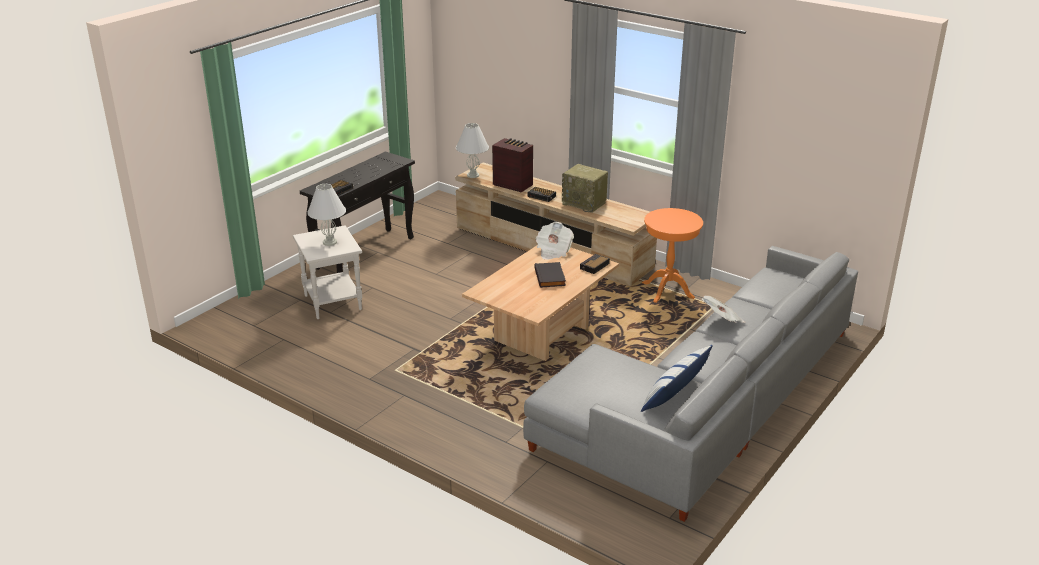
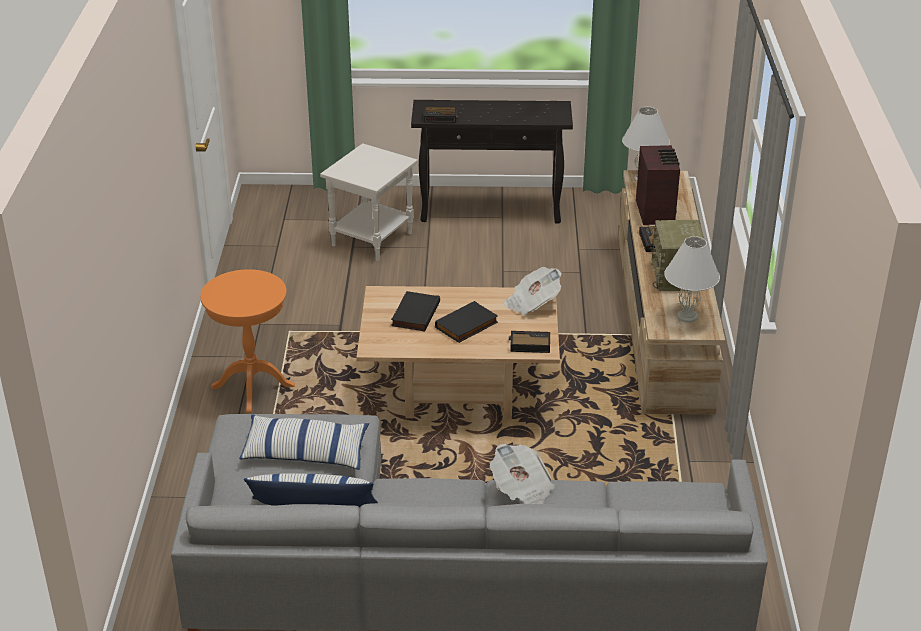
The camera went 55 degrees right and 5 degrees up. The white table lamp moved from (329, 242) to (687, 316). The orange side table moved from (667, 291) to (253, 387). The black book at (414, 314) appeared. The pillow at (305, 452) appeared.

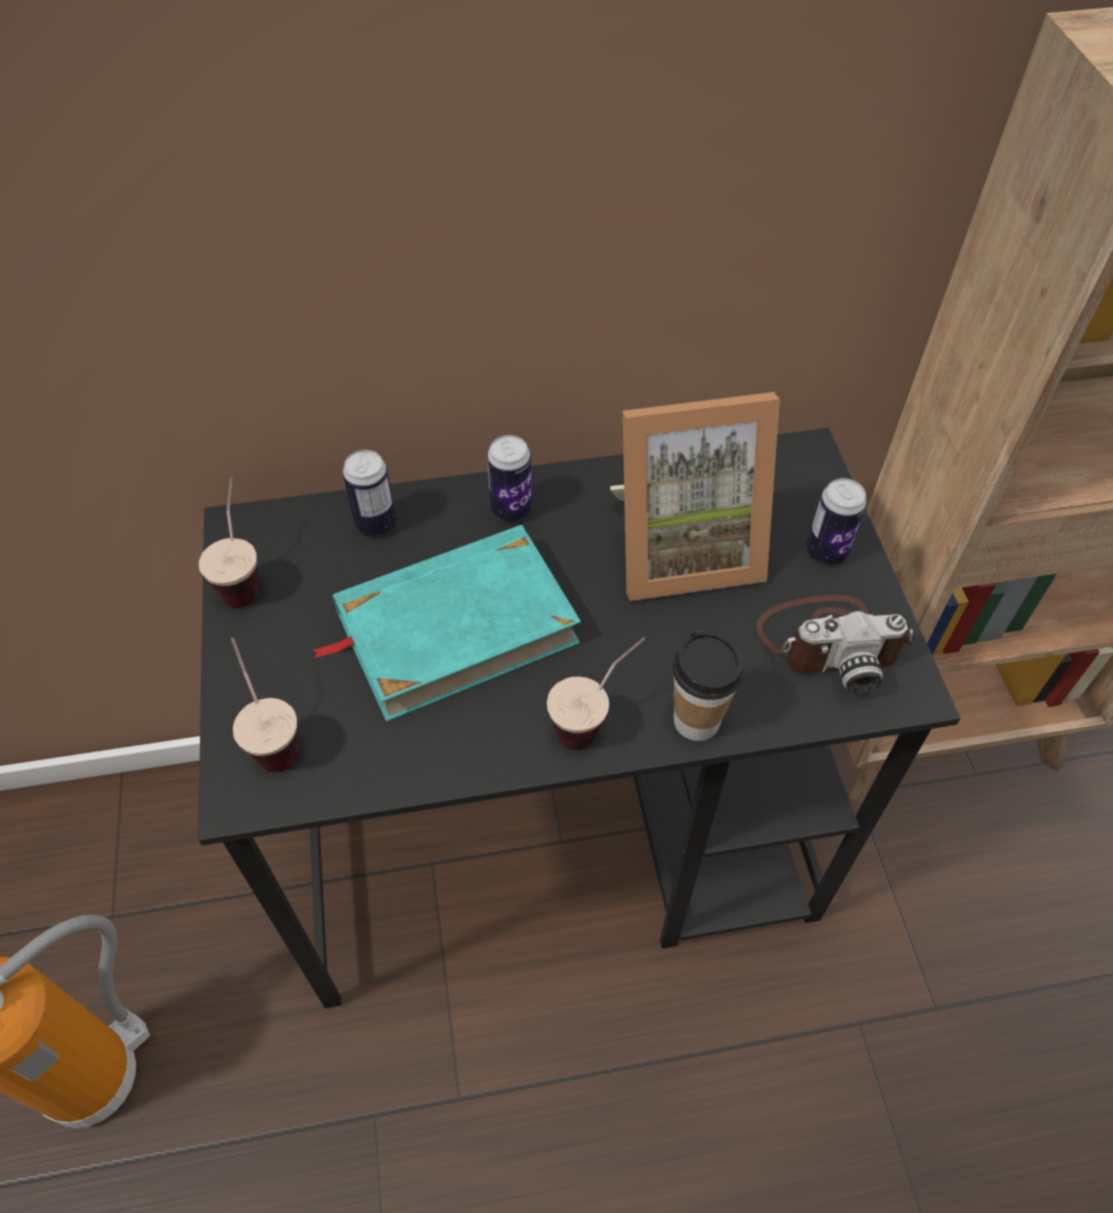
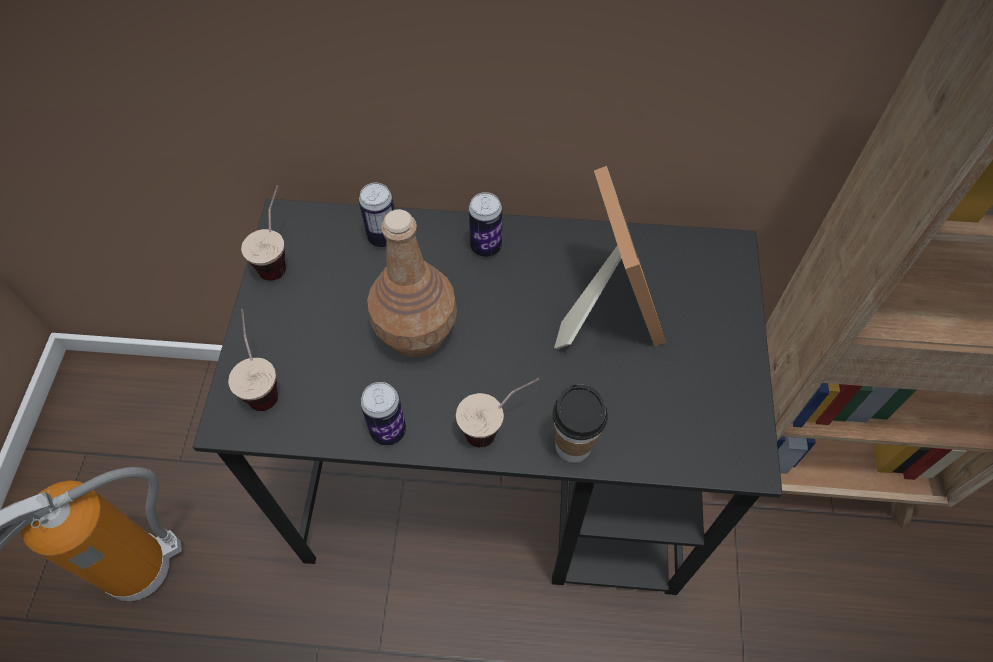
The camera went 15 degrees right and 5 degrees up. The picture frame at (682, 548) turned 105 degrees counterclockwise. The can moved from (826, 552) to (388, 430). The turquoise book at (455, 628) was replaced by the brown bottle at (416, 331). The photo camera at (830, 642) disappeared.

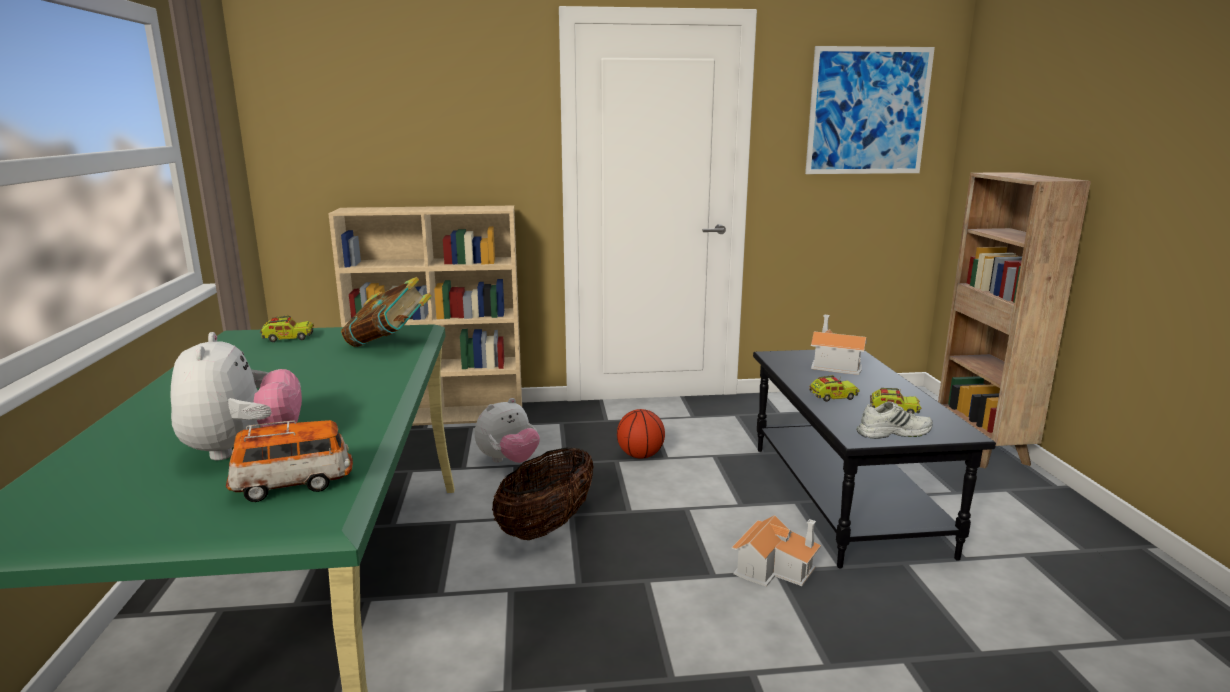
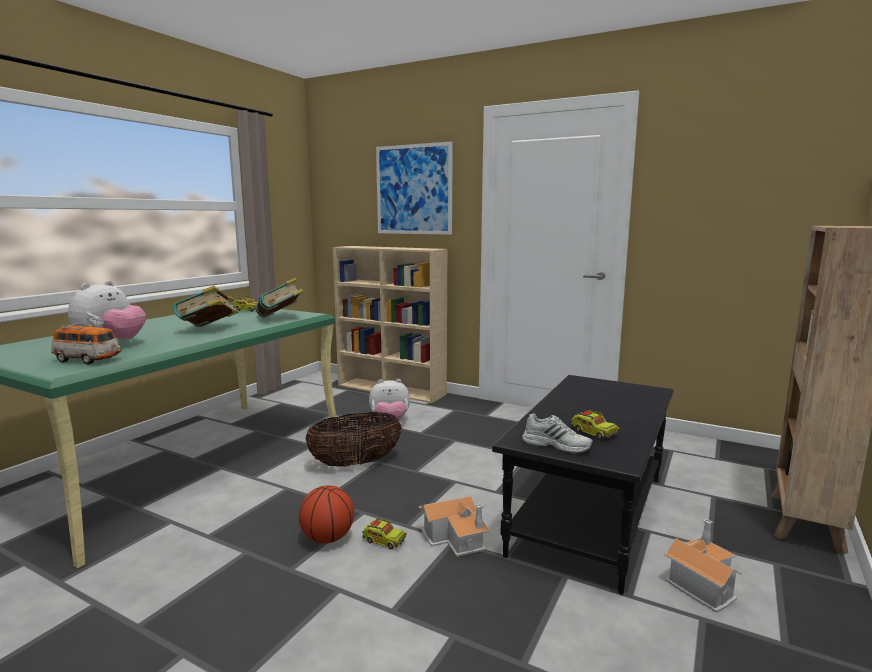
The camera went 35 degrees right and 5 degrees down. The picture moved from (868, 111) to (413, 189). The toy house moved from (833, 364) to (701, 582). The toy truck moved from (833, 397) to (384, 541). The basketball moved from (640, 456) to (327, 538). The book at (208, 330) appeared.

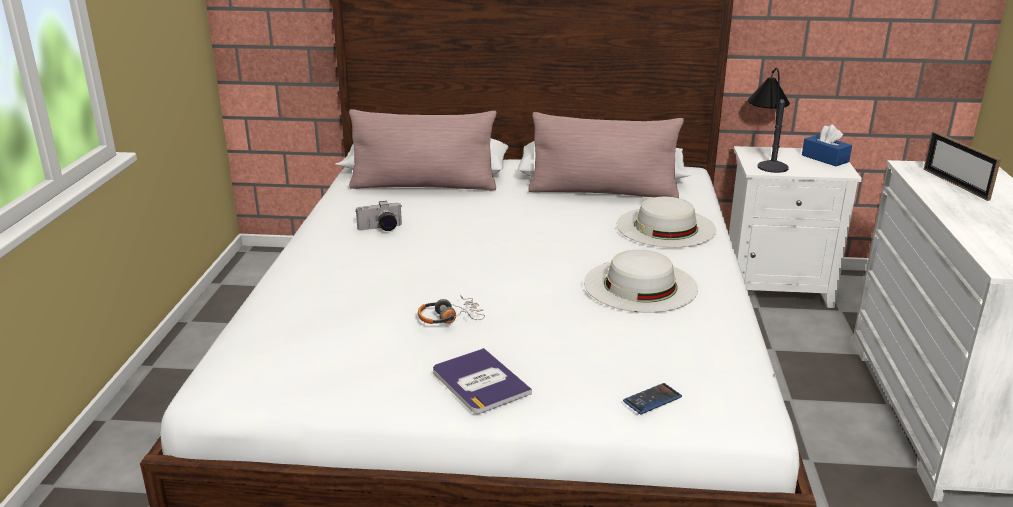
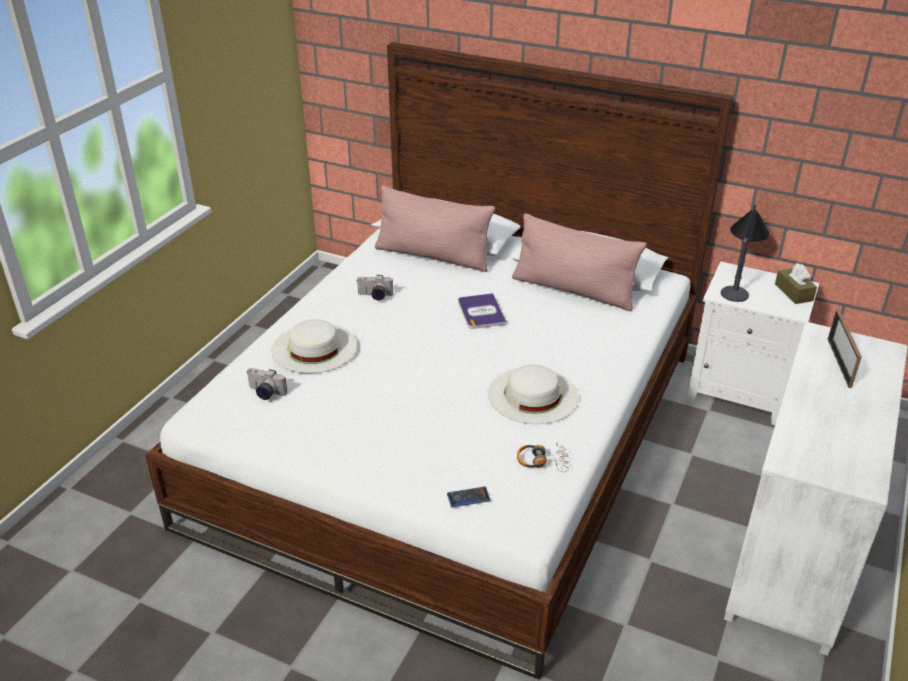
The camera went 20 degrees right and 10 degrees up. The blue tissue box at (825, 158) became the brown tissue box at (793, 292). The white hat moved from (665, 227) to (314, 348). The headphones moved from (450, 318) to (542, 461). The book moved from (480, 382) to (481, 312). The photo camera at (265, 393) appeared.

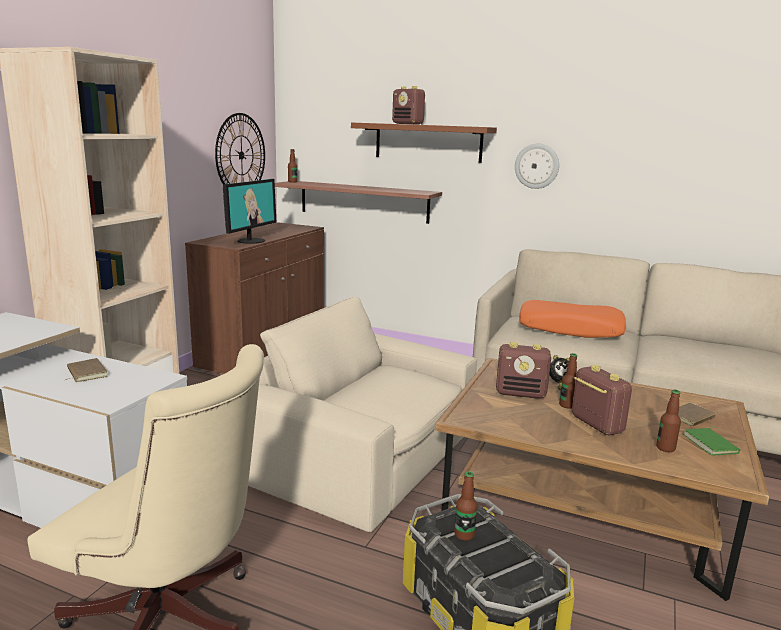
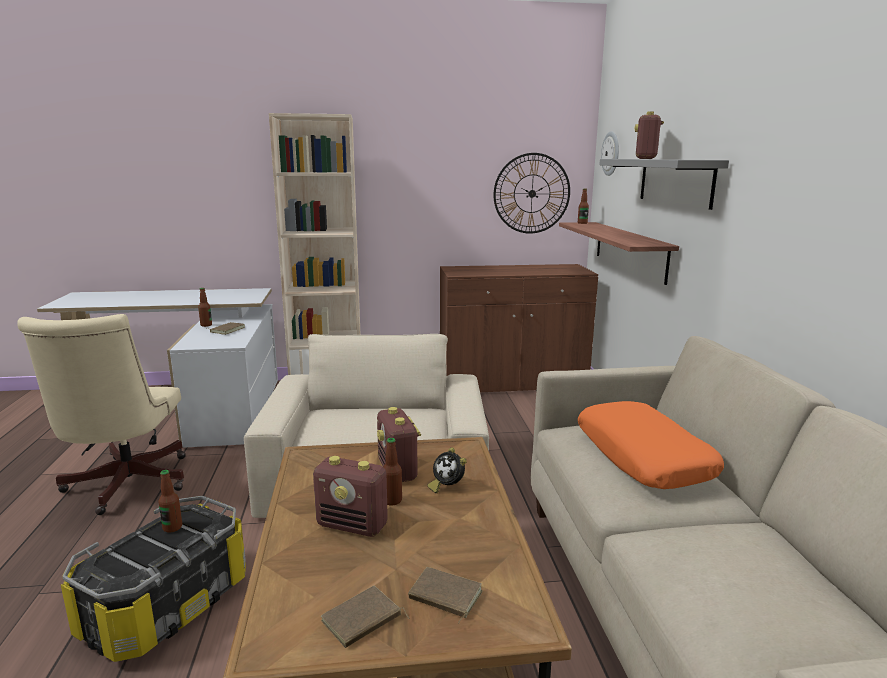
The camera went 60 degrees right and 0 degrees up. The brown shelf at (428, 142) became the grey shelf at (675, 181). The wall clock moved from (536, 166) to (611, 153). The monitor at (251, 241) disappeared. The radio at (596, 424) turned 75 degrees clockwise. The bottle moved from (665, 448) to (206, 325). The green book at (712, 444) became the brown book at (362, 621).

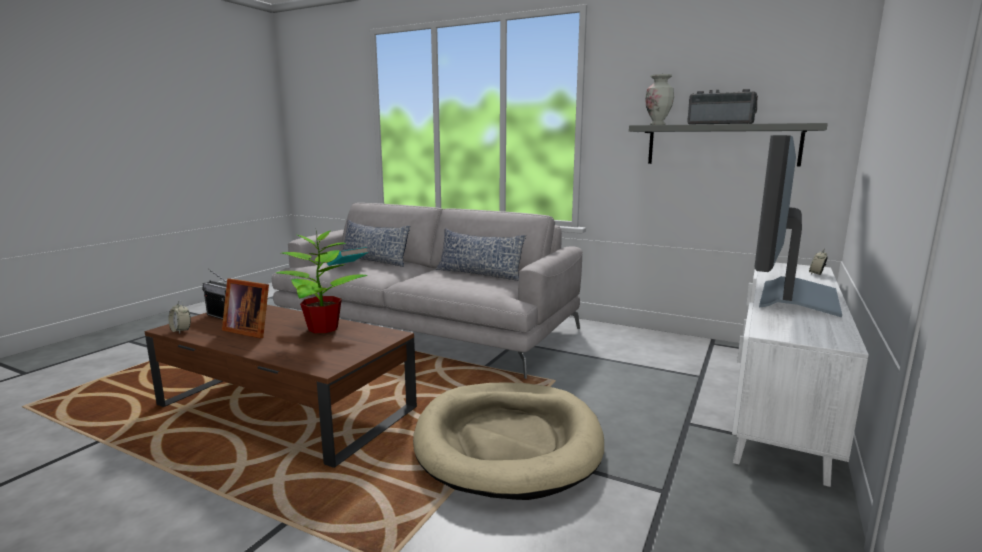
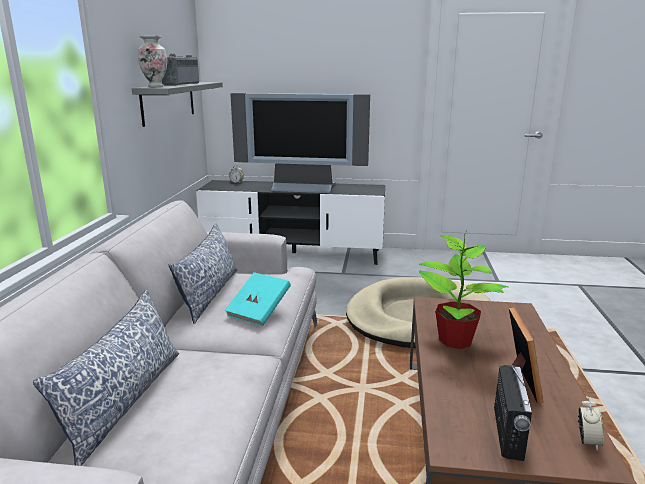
The camera went 110 degrees left and 5 degrees up. The turquoise book moved from (347, 266) to (259, 312). The white tv stand at (779, 400) became the black tv stand at (293, 253).

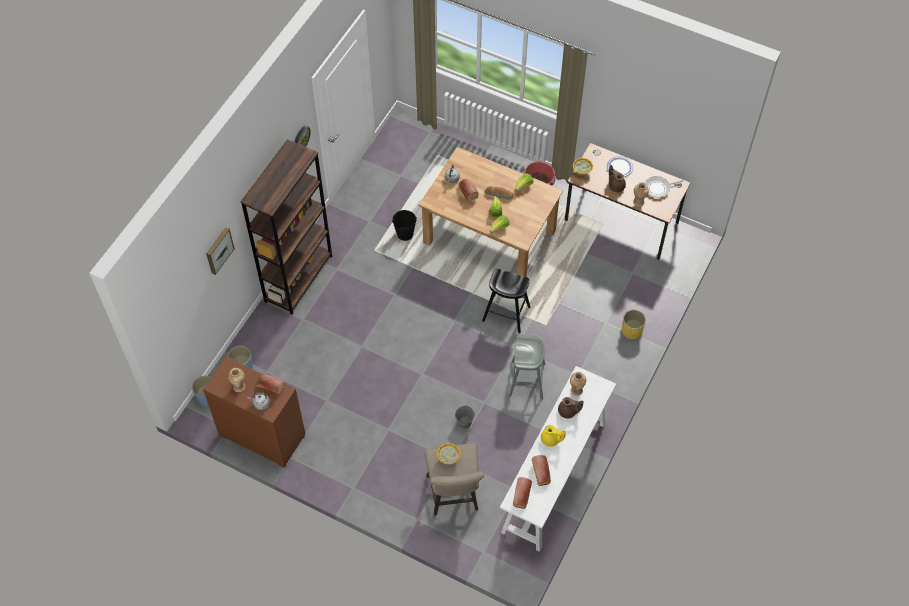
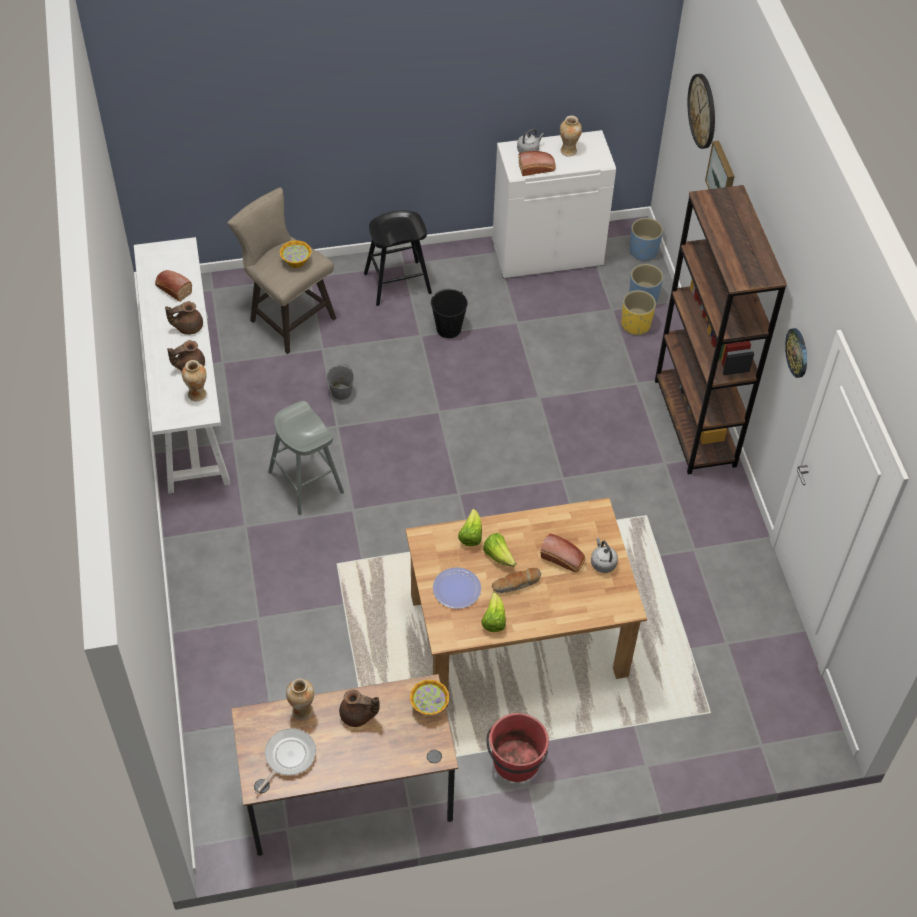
The camera went 140 degrees right and 5 degrees down. The plate moved from (619, 167) to (457, 589). The black bucket moved from (405, 234) to (449, 329). The black stool moved from (506, 314) to (397, 283). The yellow planter moved from (631, 331) to (636, 324). The brown cabinet at (261, 435) became the white cabinet at (547, 252). The yellow teapot at (551, 439) became the brown teapot at (188, 327). The bread at (521, 496) disappeared. The wall clock at (703, 111) appeared.

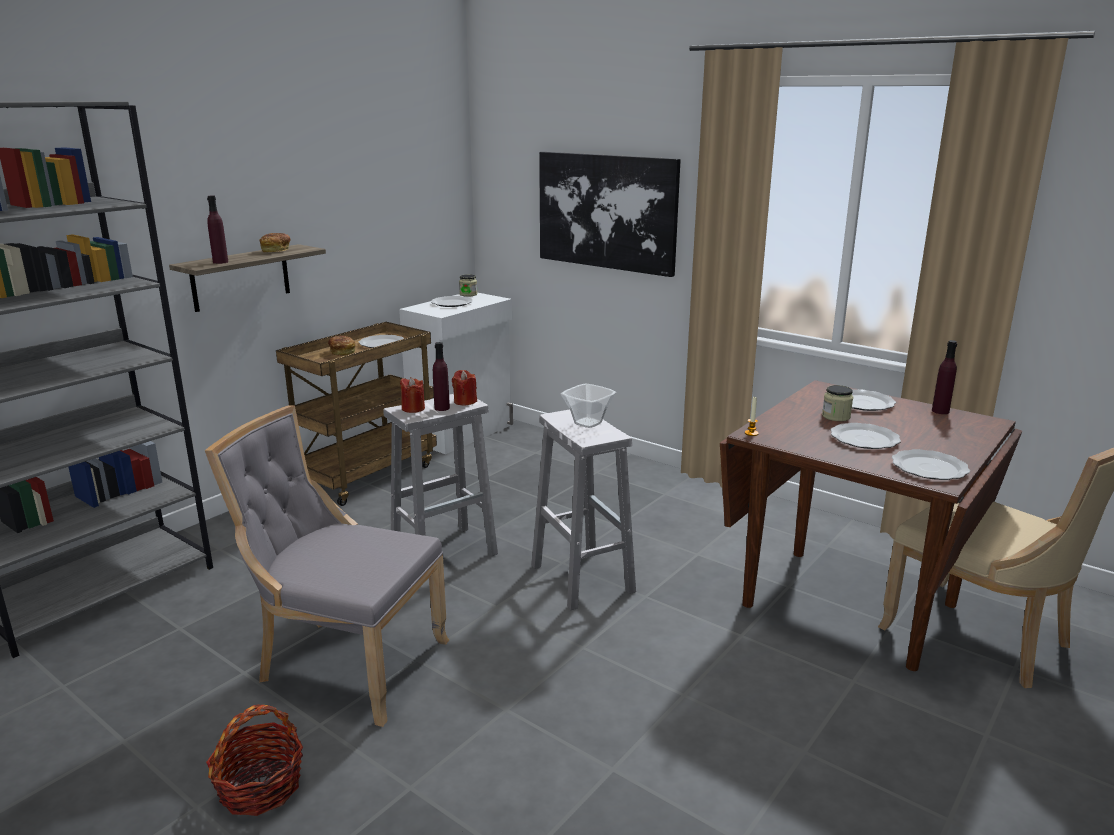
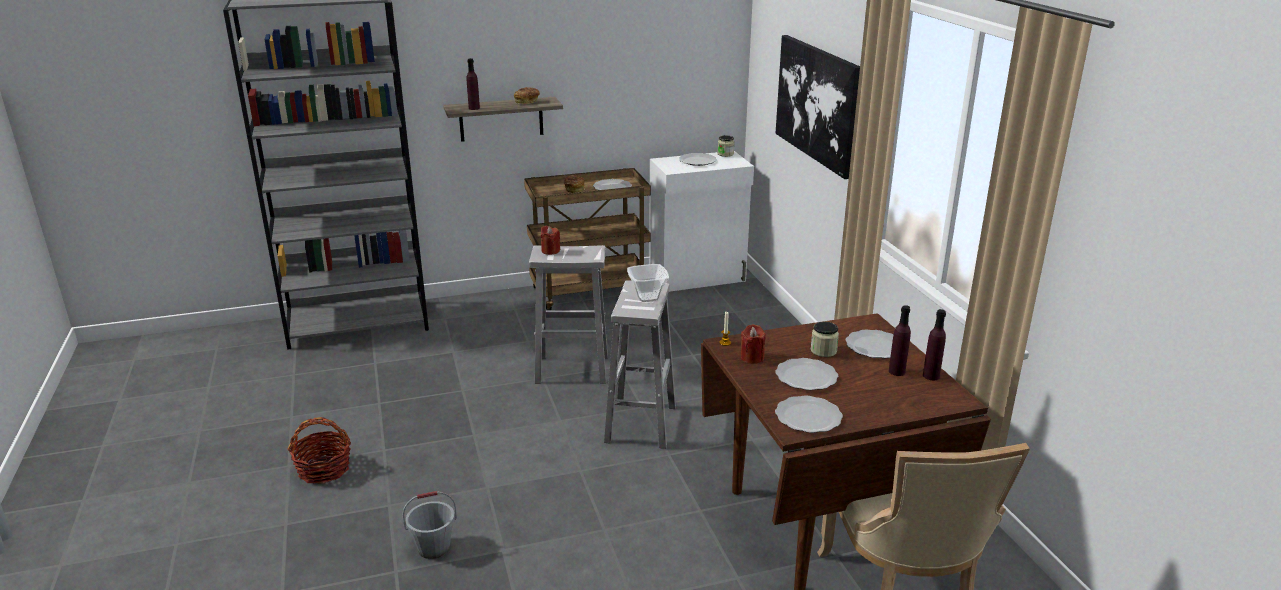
The camera went 35 degrees right and 5 degrees up. The purple bottle moved from (442, 408) to (896, 371). The red candle moved from (465, 401) to (752, 358). The grey chair at (346, 663) disappeared. The grey bucket at (434, 547) appeared.

